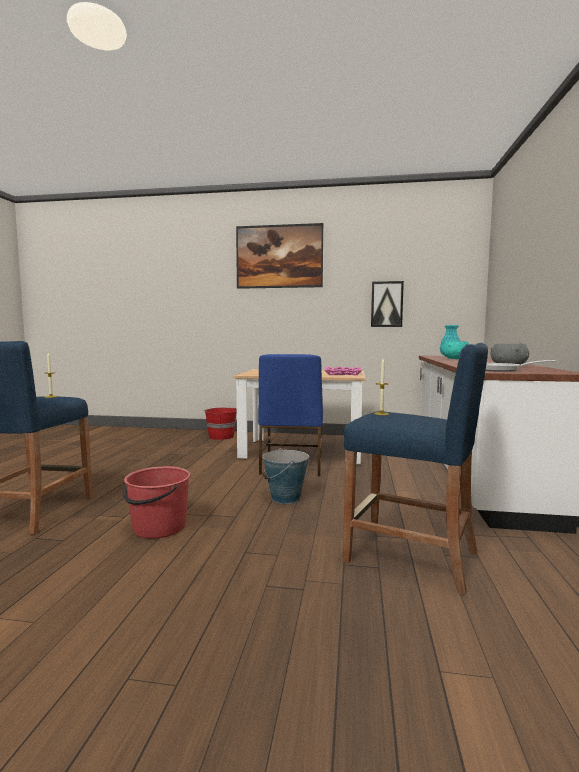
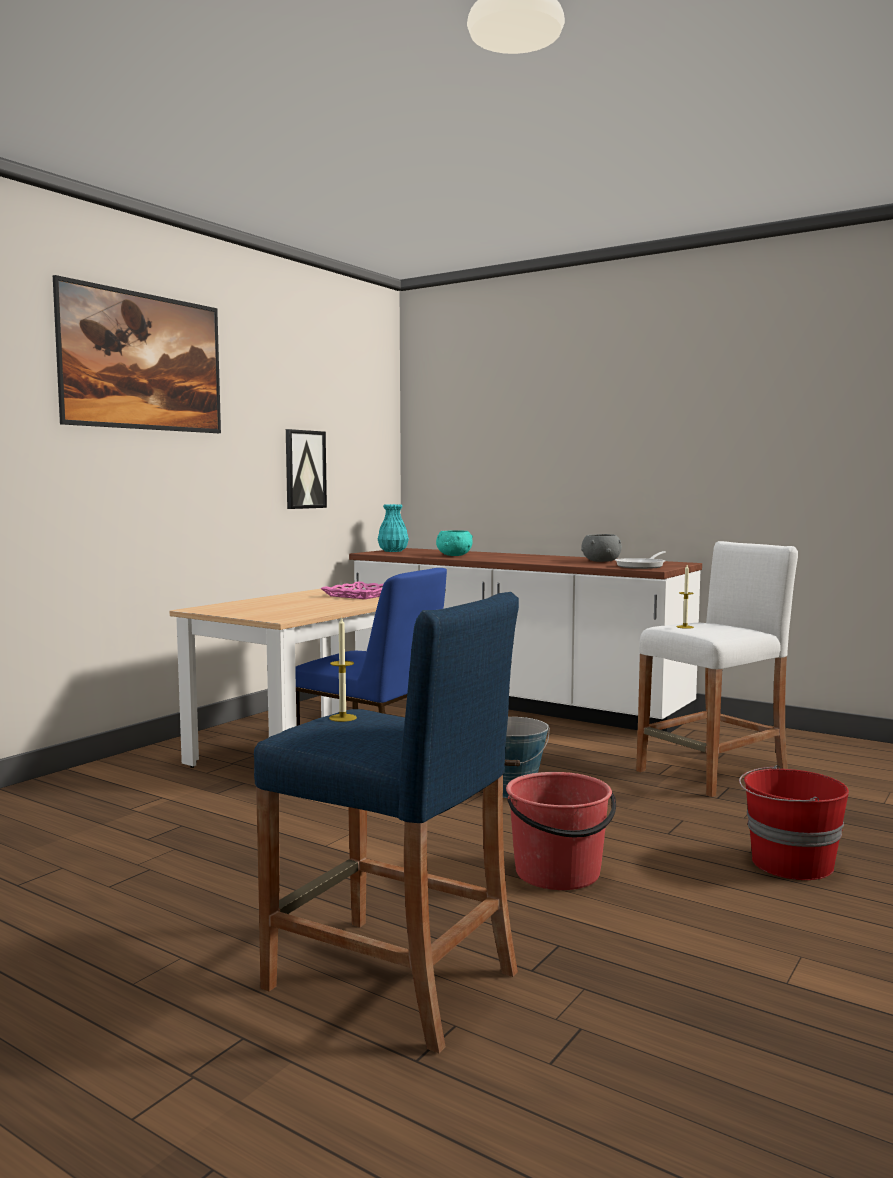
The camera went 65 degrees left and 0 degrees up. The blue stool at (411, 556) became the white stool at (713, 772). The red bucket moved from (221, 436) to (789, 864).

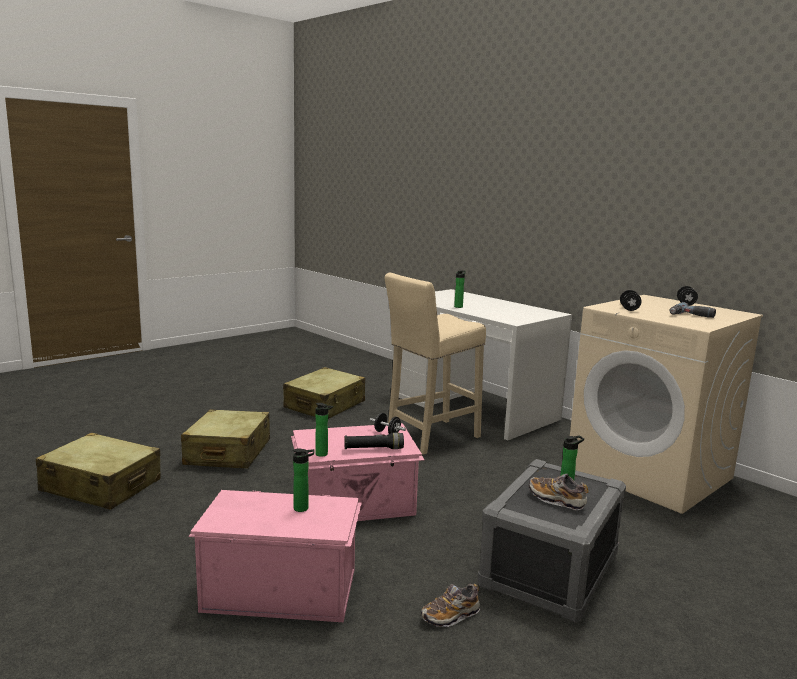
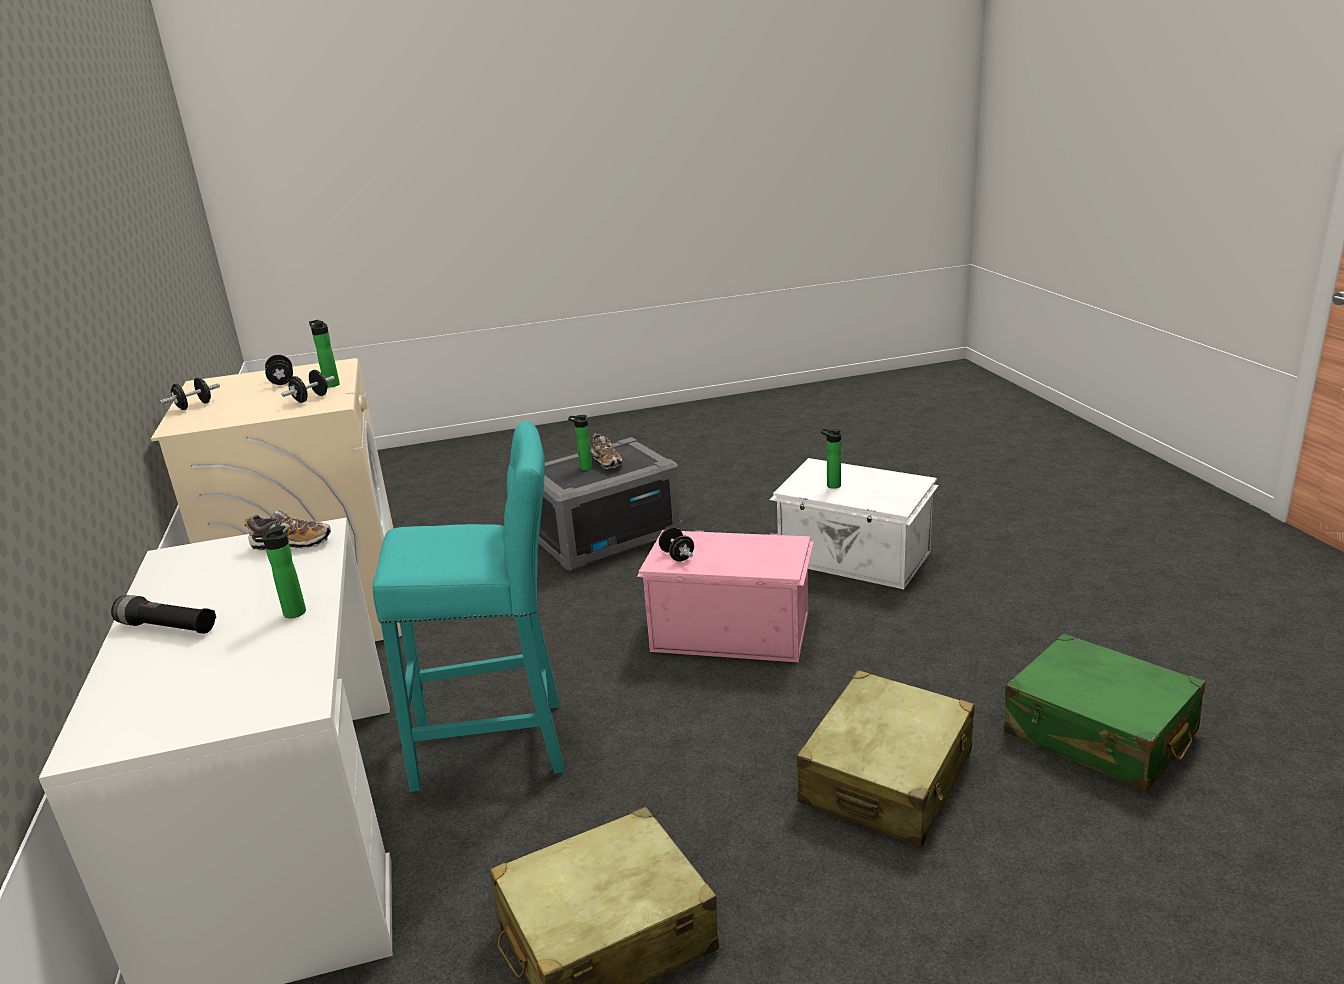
The camera went 150 degrees left and 10 degrees up. The beige stool at (429, 437) became the turquoise stool at (499, 745). The power drill at (691, 316) was replaced by the black dumbbell at (282, 381). The bottle moved from (323, 454) to (331, 384). The beige suitcase at (101, 486) became the green suitcase at (1099, 733). The black flashlight moved from (373, 449) to (167, 627). The pink storage box at (280, 588) became the white storage box at (854, 558). The shoe moved from (450, 616) to (292, 544).

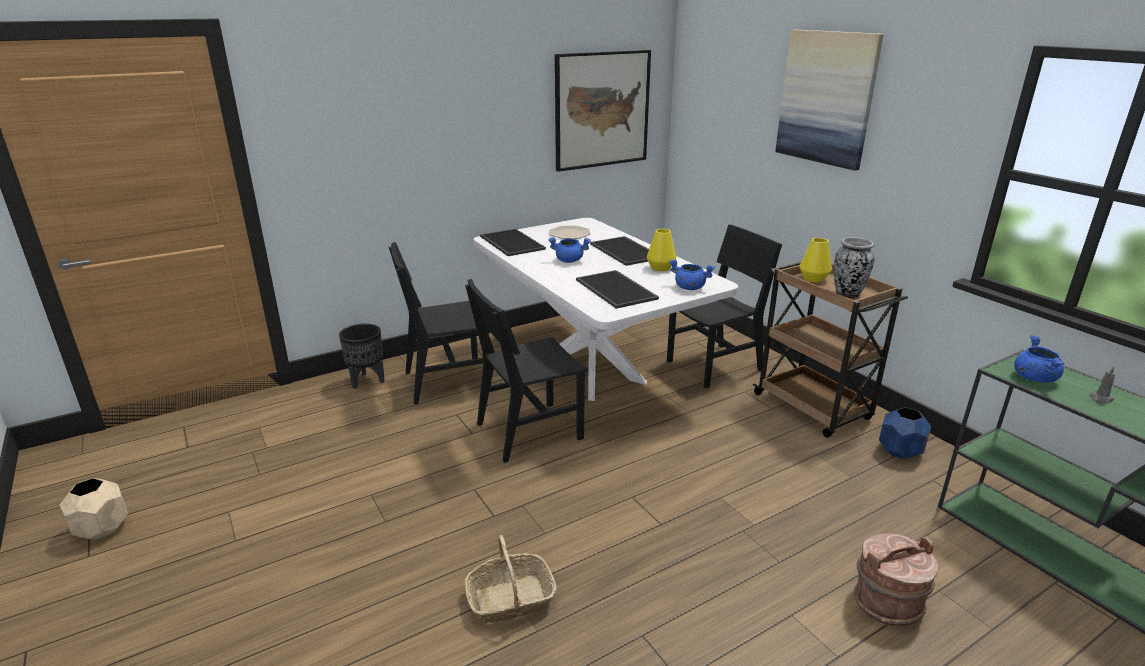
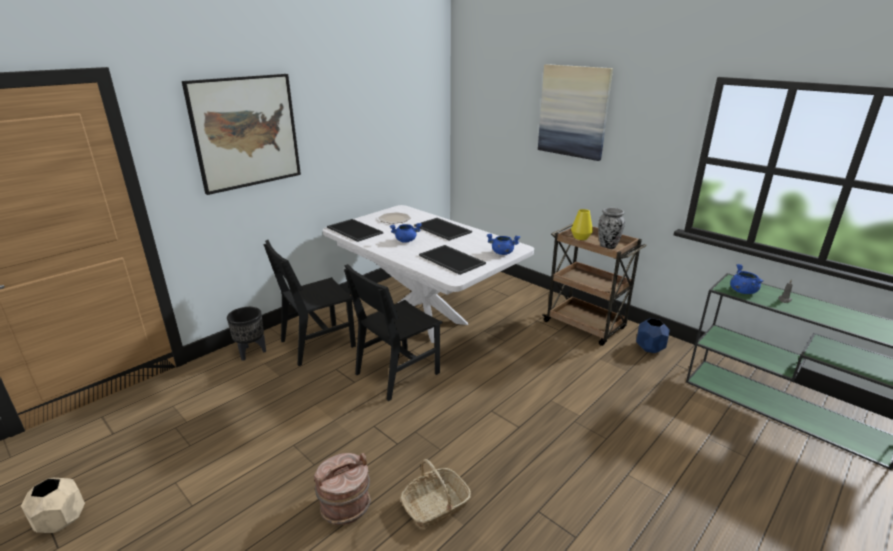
The camera went 15 degrees left and 0 degrees up. The picture moved from (601, 110) to (246, 132). The black chair at (714, 366) disappeared. The yellow vase at (661, 268) disappeared. The brown bucket moved from (886, 603) to (345, 505).

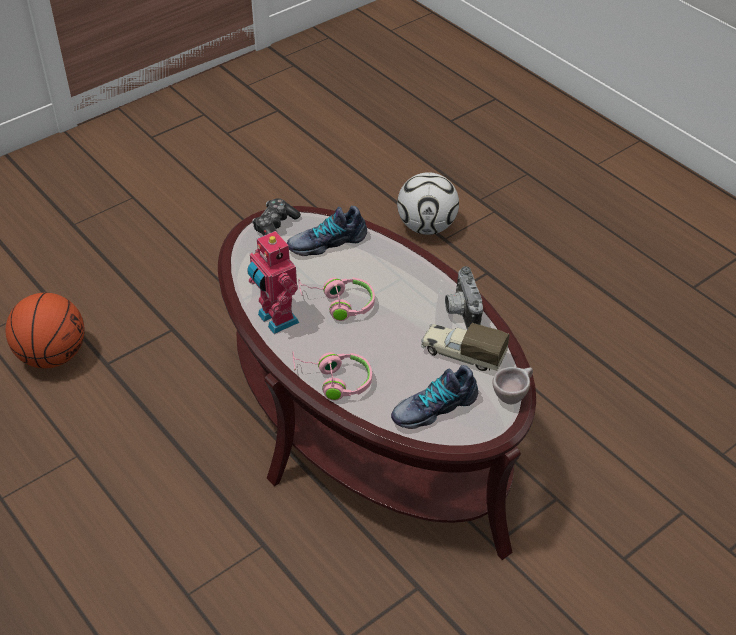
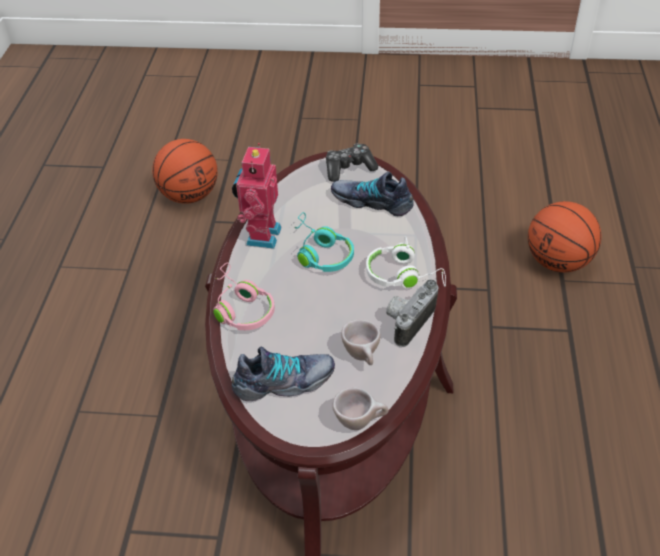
The camera went 45 degrees right and 0 degrees up. The football at (427, 226) was replaced by the basketball at (558, 262). The pink headphones at (338, 304) became the turquoise headphones at (320, 253). The toy truck at (462, 354) was replaced by the beige cup at (363, 357). The shoe at (433, 407) turned 150 degrees clockwise. The white headphones at (403, 275) appeared.

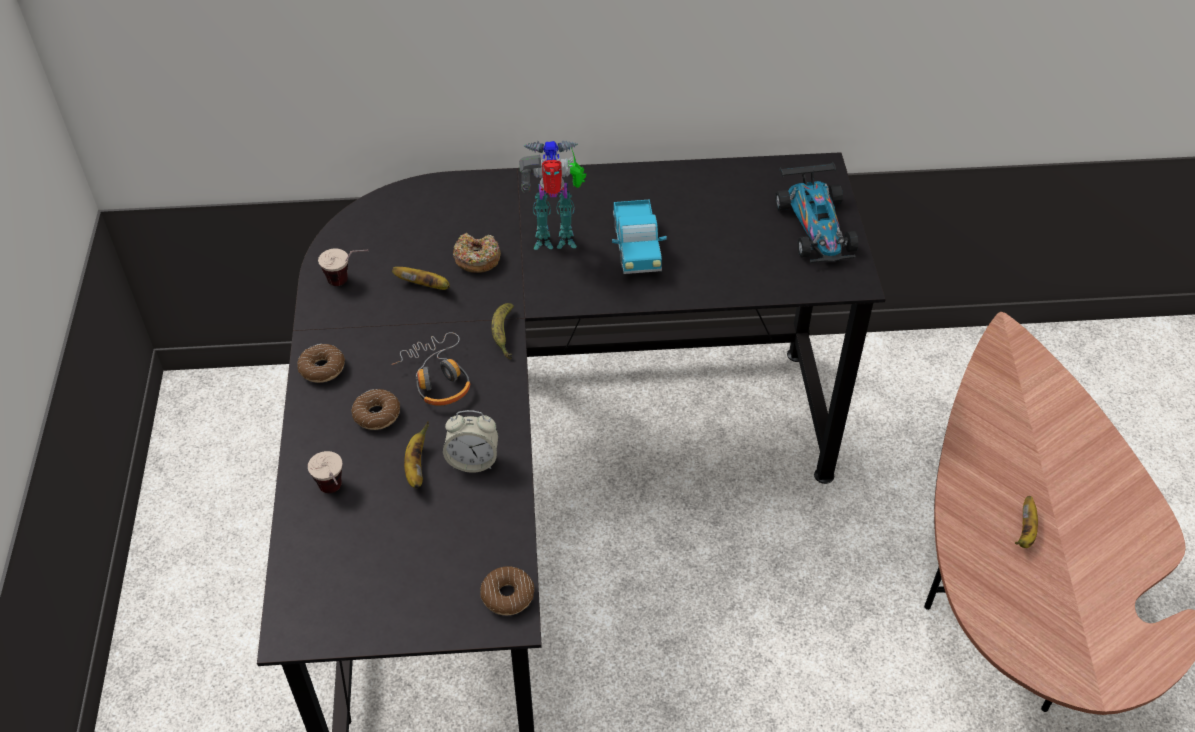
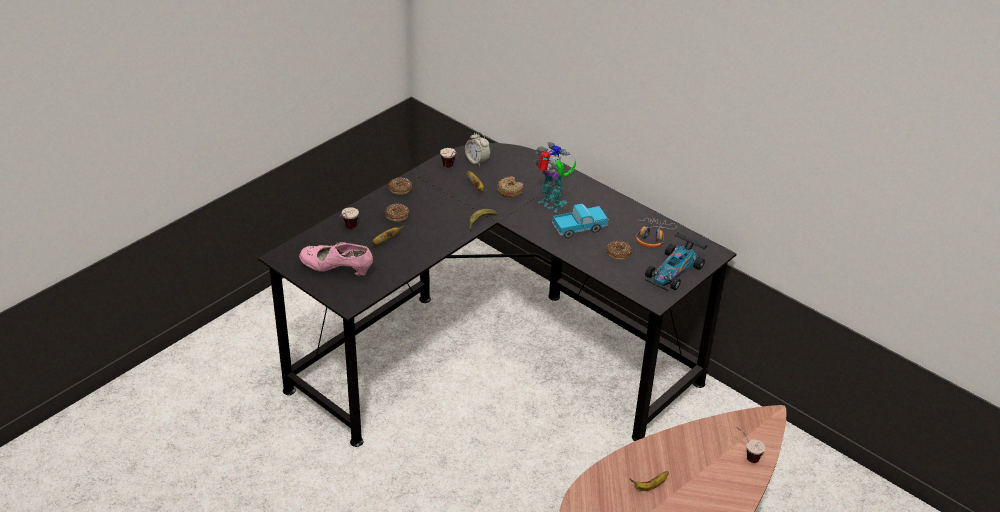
The camera went 45 degrees right and 10 degrees down. The toy truck at (636, 249) turned 150 degrees counterclockwise. The headphones moved from (437, 377) to (652, 237). The alarm clock moved from (473, 460) to (477, 161). The donut moved from (507, 595) to (618, 254). The pink shoe at (337, 270) appeared. The cup at (746, 455) appeared.

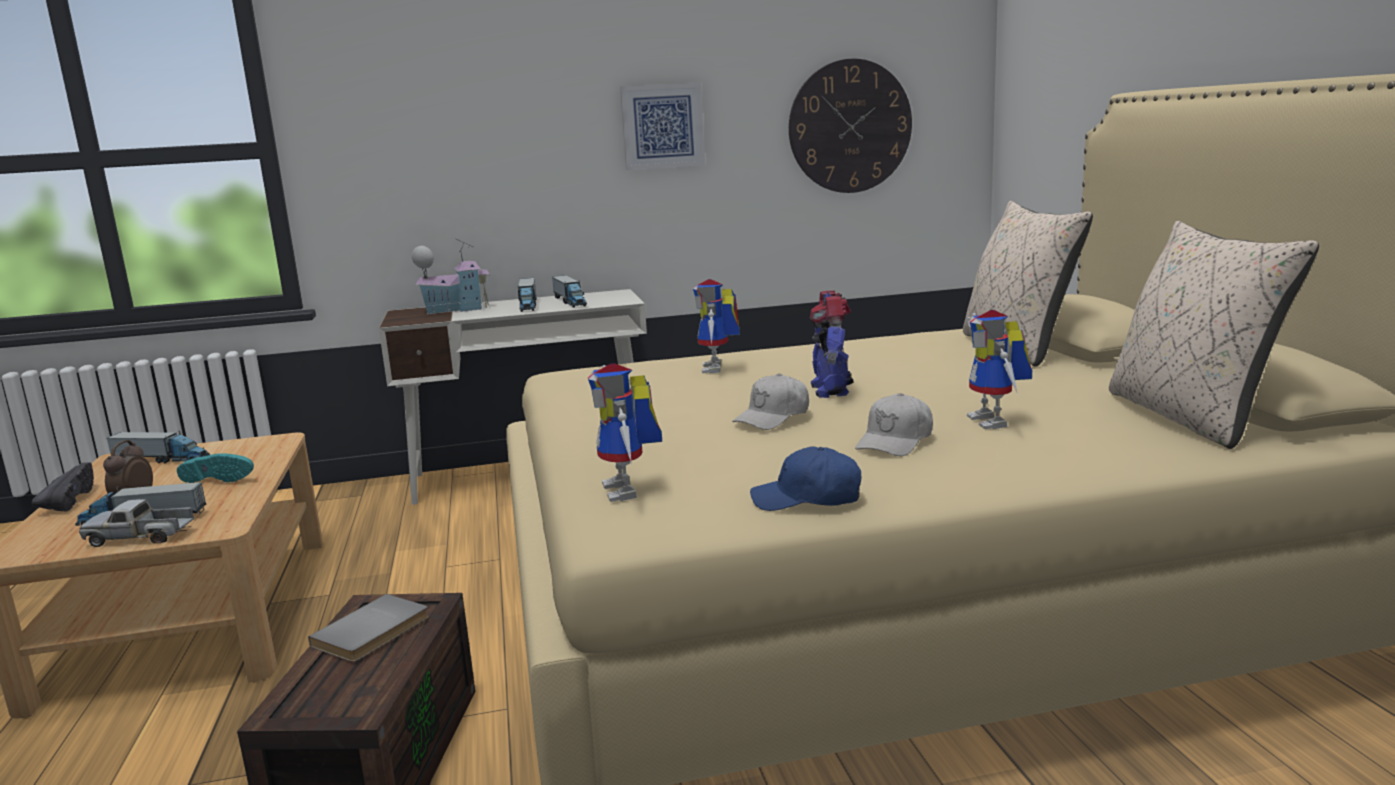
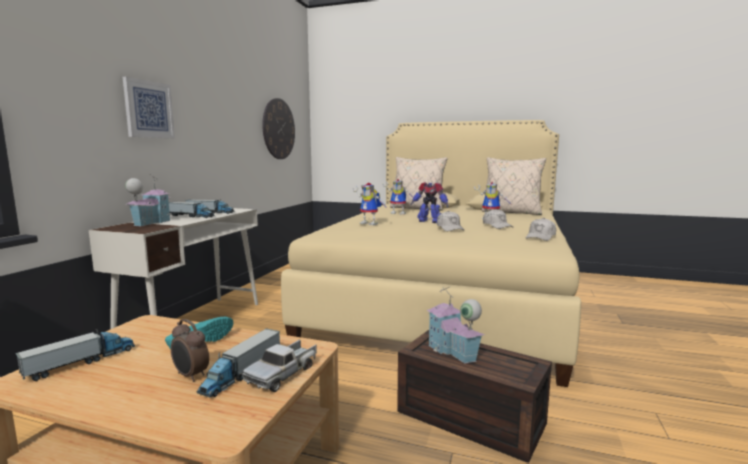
The camera went 60 degrees left and 5 degrees down. The picture moved from (662, 126) to (148, 109). The toy robot moved from (630, 491) to (399, 213). The blue cap at (807, 499) became the white cap at (541, 237). The black shoe at (67, 501) disappeared. The grey book at (374, 632) was replaced by the toy house at (452, 351).

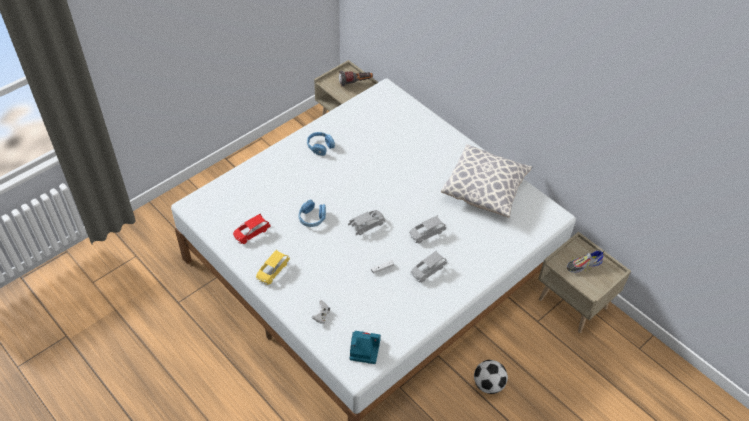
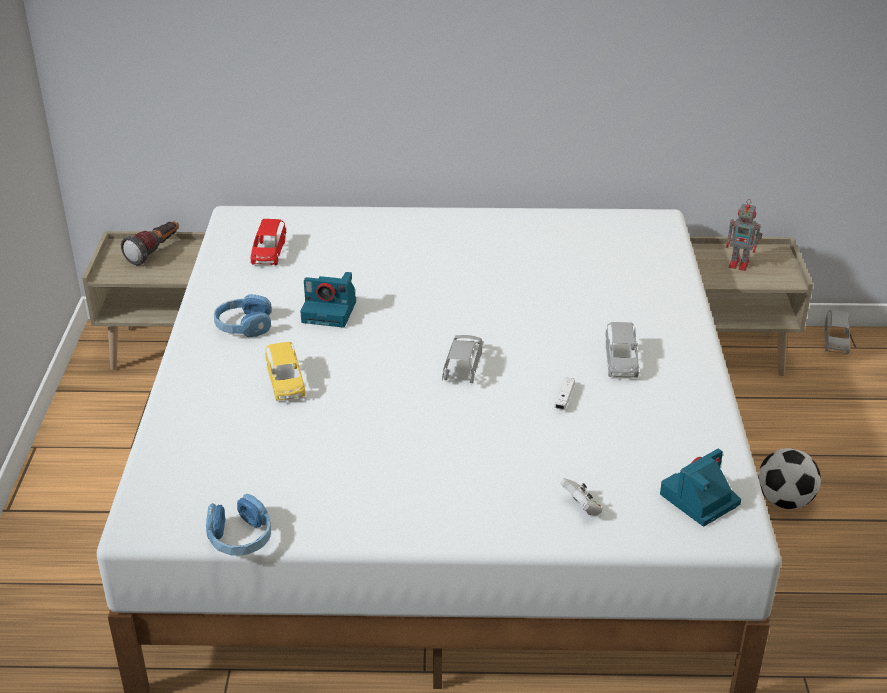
The camera went 45 degrees left and 15 degrees down. The pillow at (484, 189) disappeared. The blue headphones moved from (312, 218) to (240, 537). The red toy car moved from (251, 233) to (269, 253). The grey toy car moved from (426, 233) to (835, 341). The yellow toy car moved from (272, 271) to (286, 382). The shoe at (583, 265) was replaced by the toy robot at (740, 264). The photo camera at (330, 311) appeared.

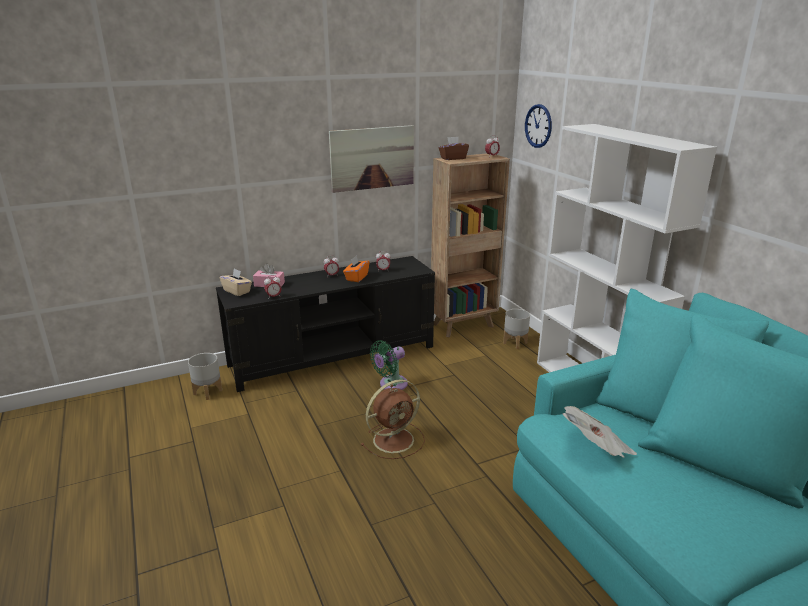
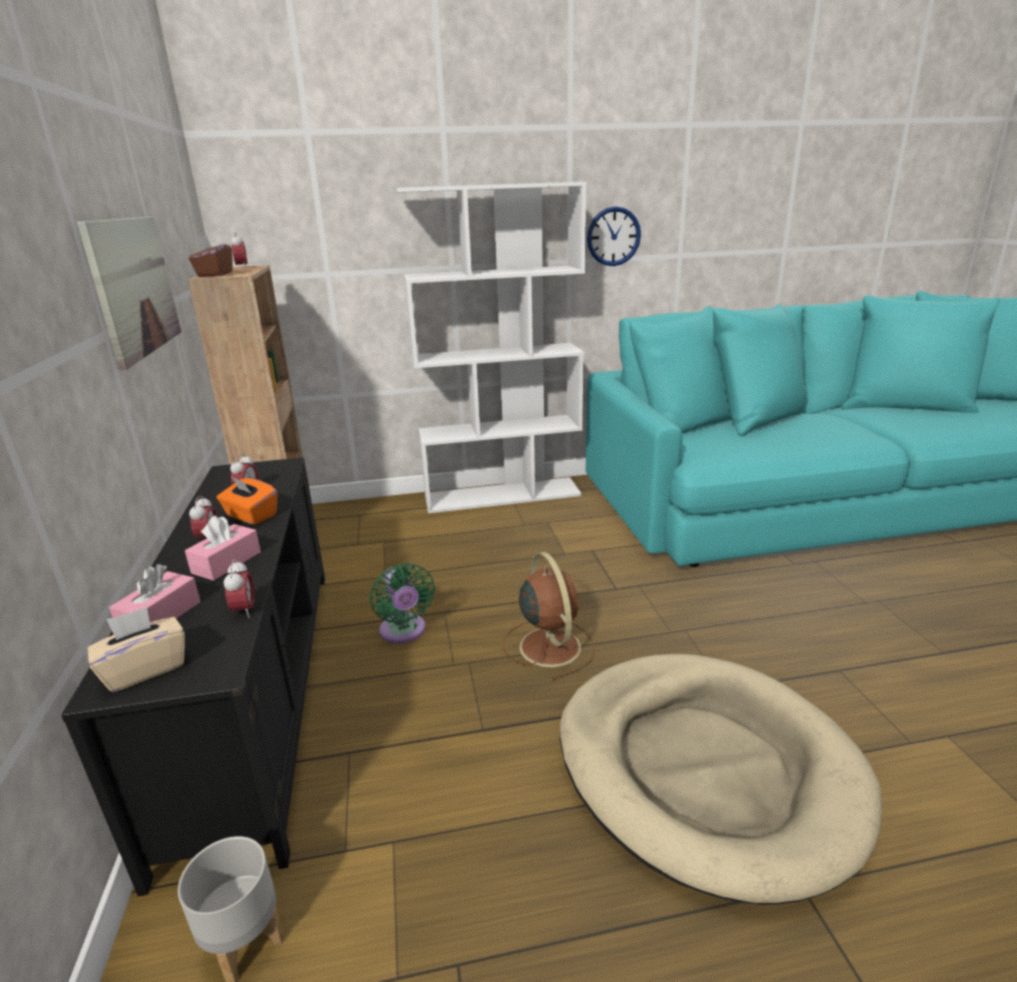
The camera went 75 degrees left and 0 degrees up. The wall clock moved from (538, 126) to (613, 236). The grey planter at (515, 343) disappeared. The newspaper at (596, 448) disappeared. The pink tissue box at (226, 562) appeared. The beige dog bed at (705, 769) appeared.

